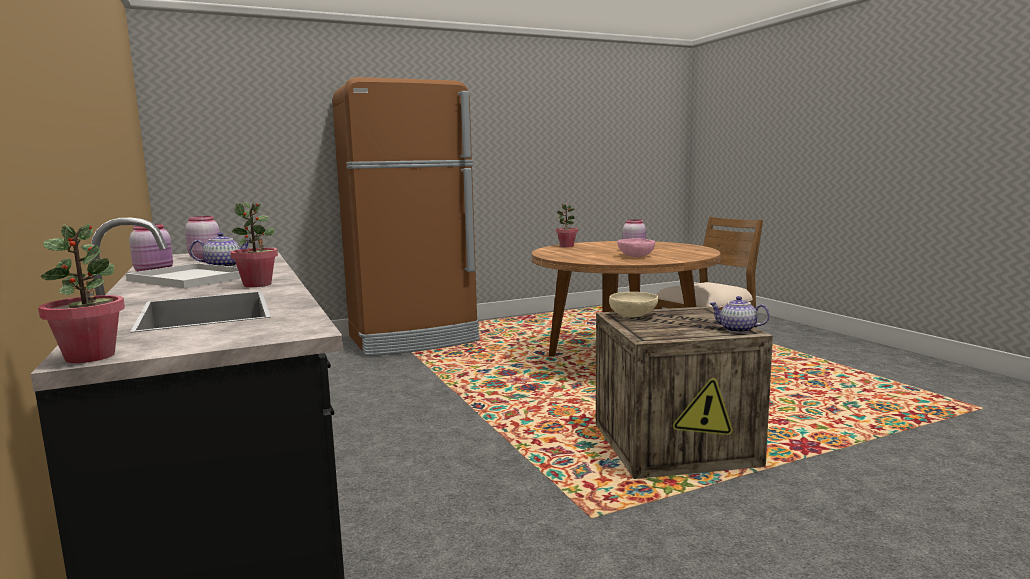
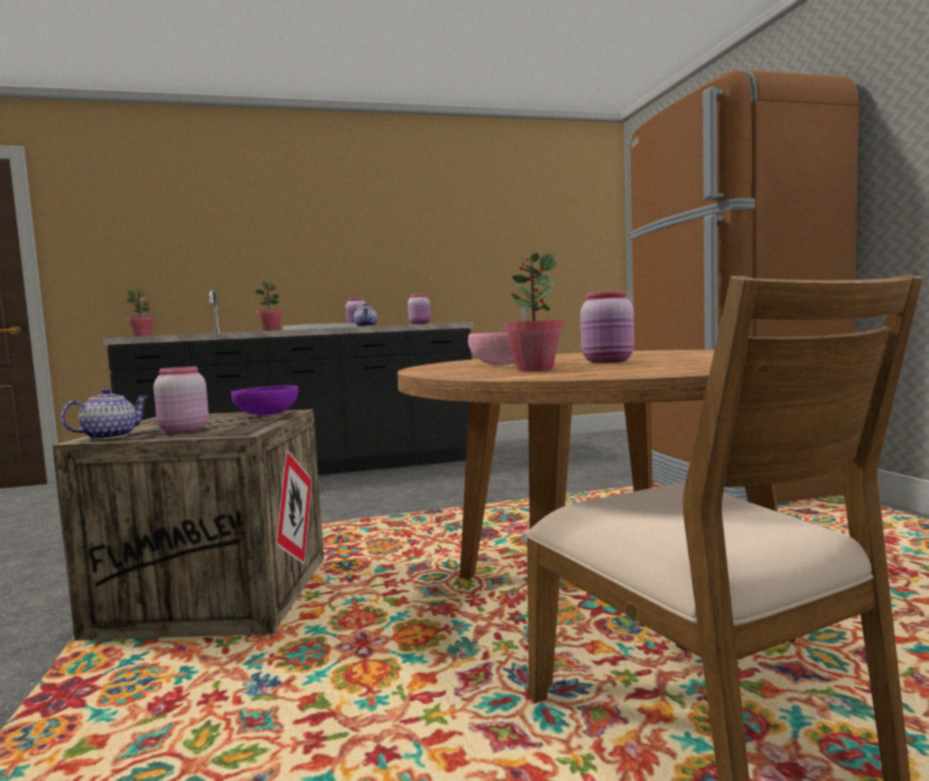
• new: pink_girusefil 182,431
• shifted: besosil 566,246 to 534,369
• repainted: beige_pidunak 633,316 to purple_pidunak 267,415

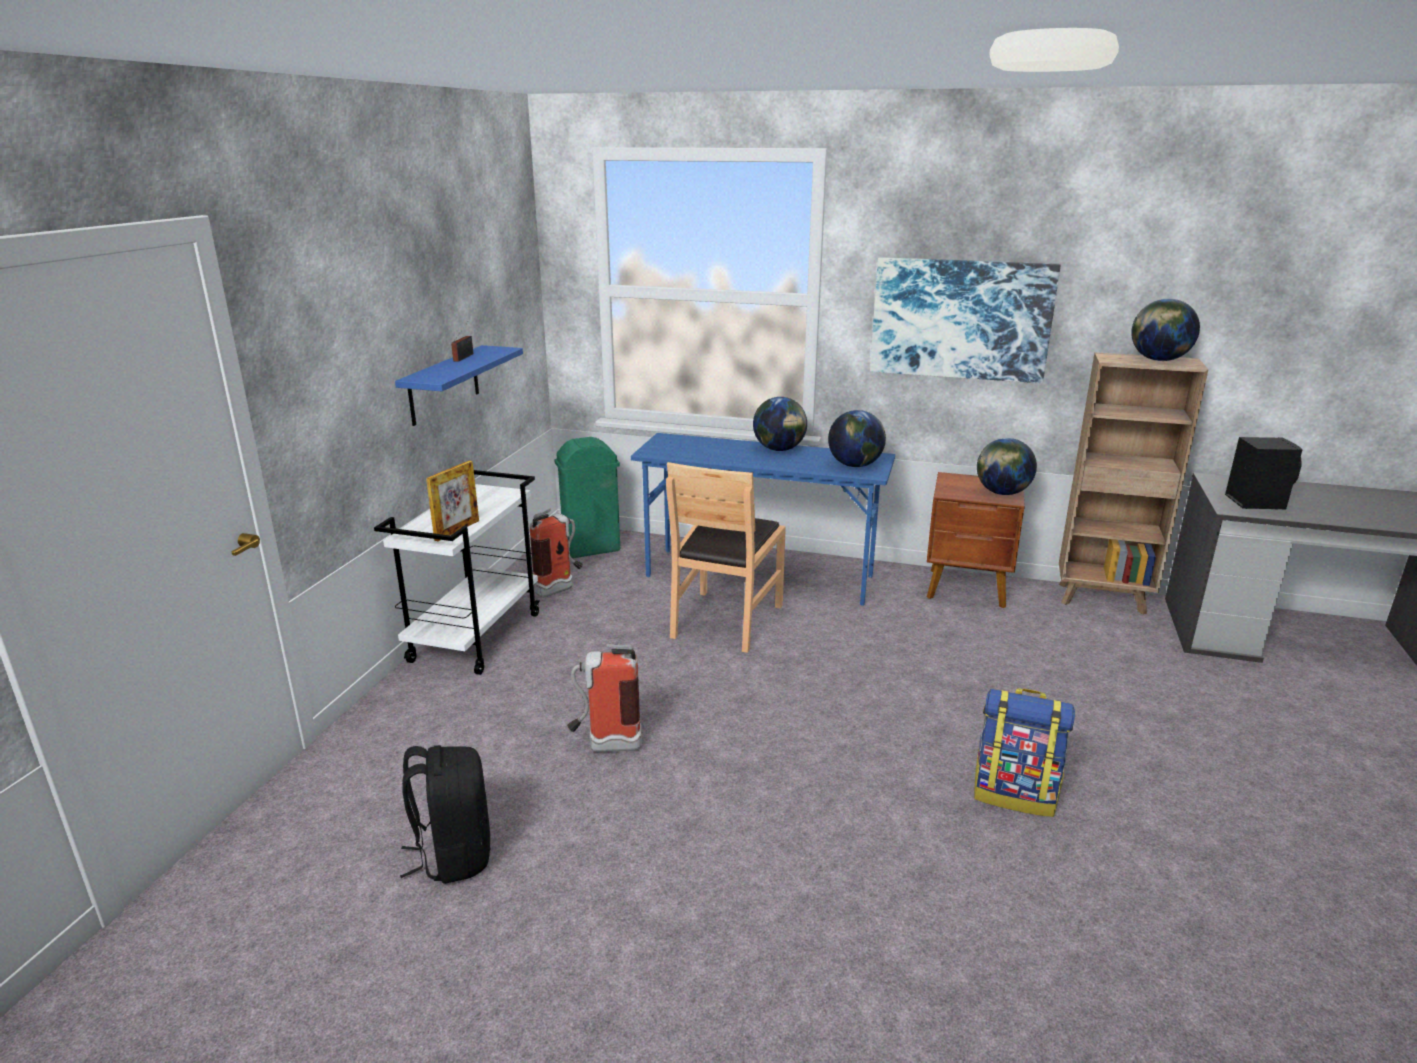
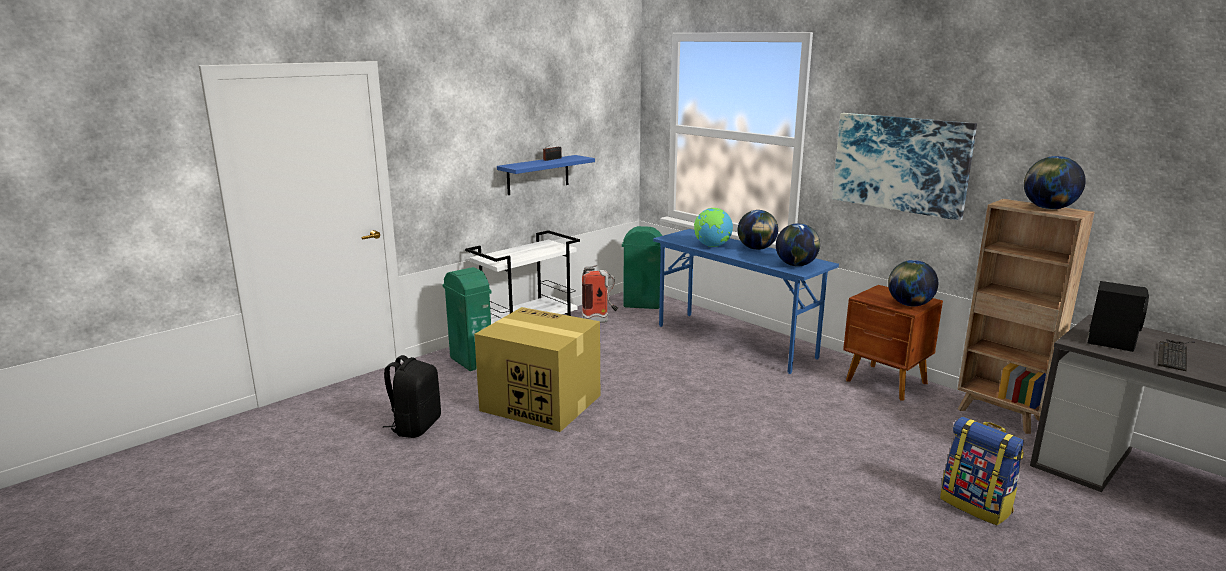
• gone: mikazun 457,530
• gone: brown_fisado 725,620
• new: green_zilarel 471,361
• new: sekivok 712,246
• new: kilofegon 1174,354
• shifted: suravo 1015,794 to 976,505
• swapped: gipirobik 605,746 to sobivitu 539,403

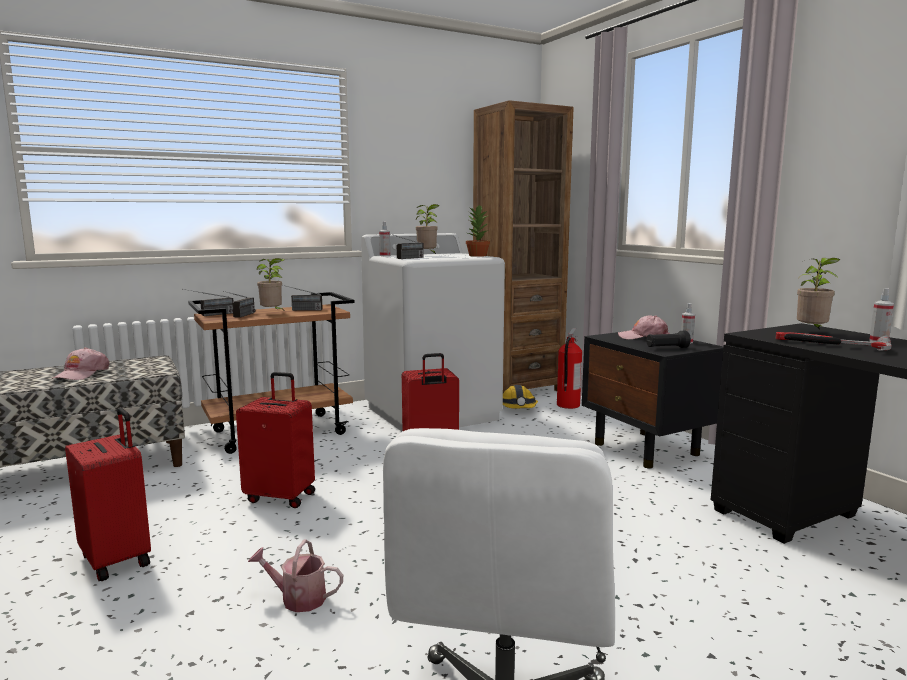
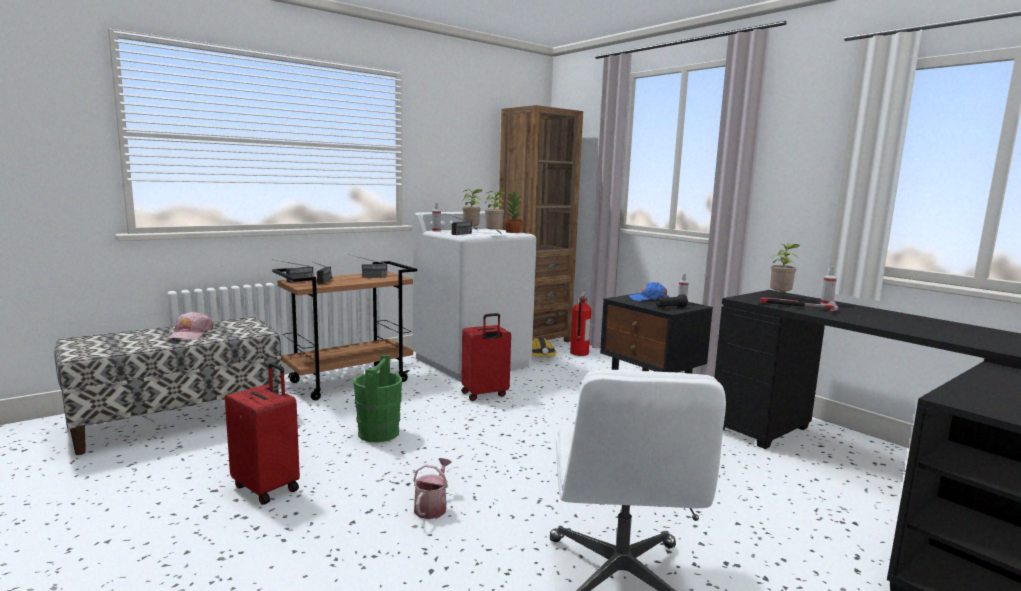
• shifted: besosil 273,313 to 494,235
• swapped: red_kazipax 281,496 to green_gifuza 379,433
• repainted: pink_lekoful 643,337 to blue_lekoful 648,299
• rotated: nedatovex 297,598 = 432,506 105 degrees clockwise

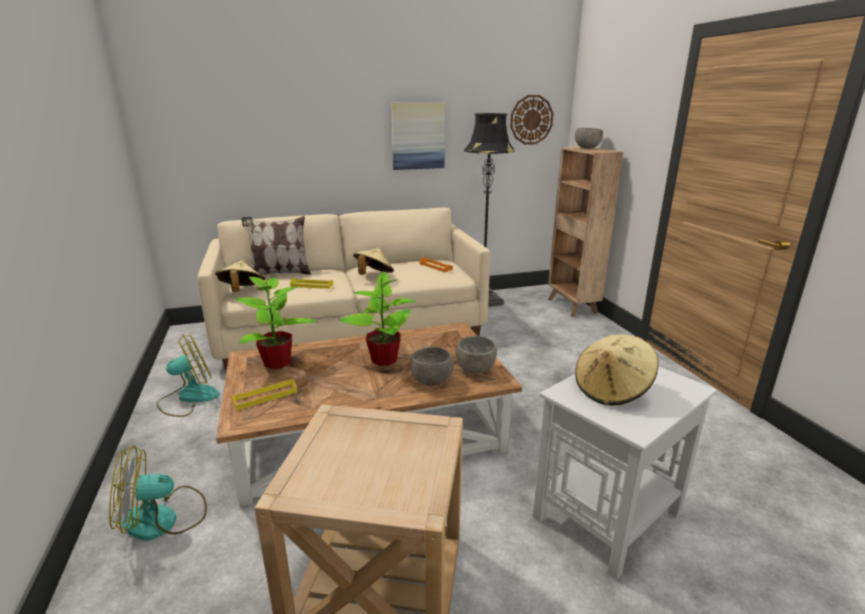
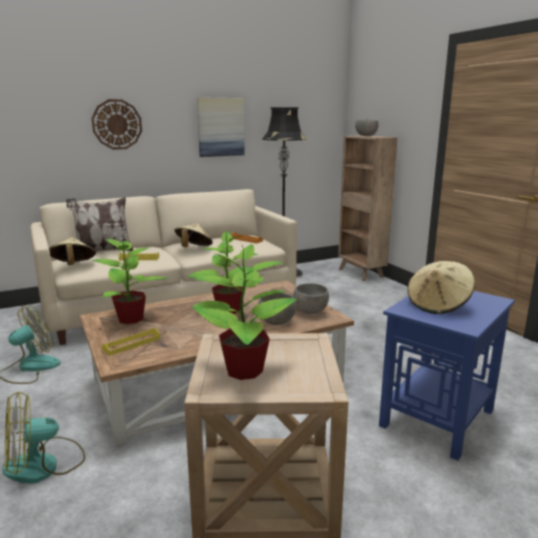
• new: besosil 243,370
• shifted: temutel 531,120 to 117,124
• repainted: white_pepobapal 606,516 to blue_pepobapal 436,418

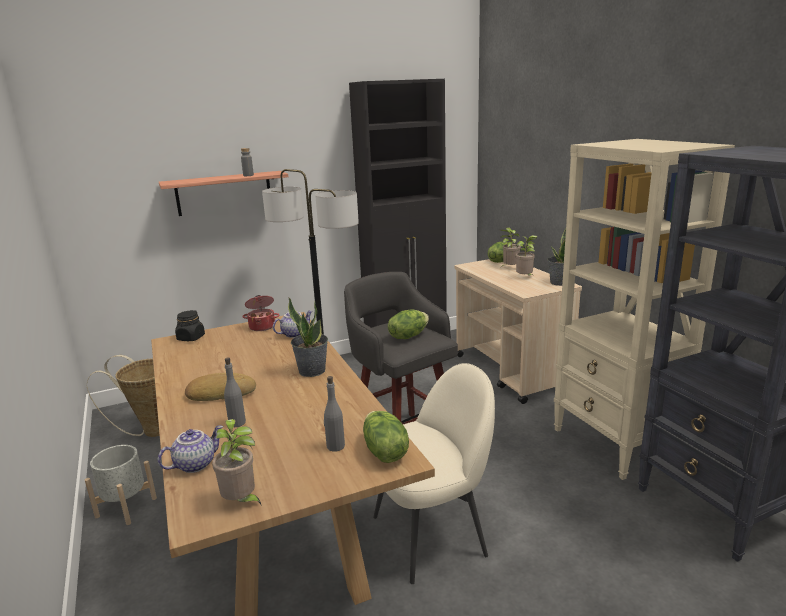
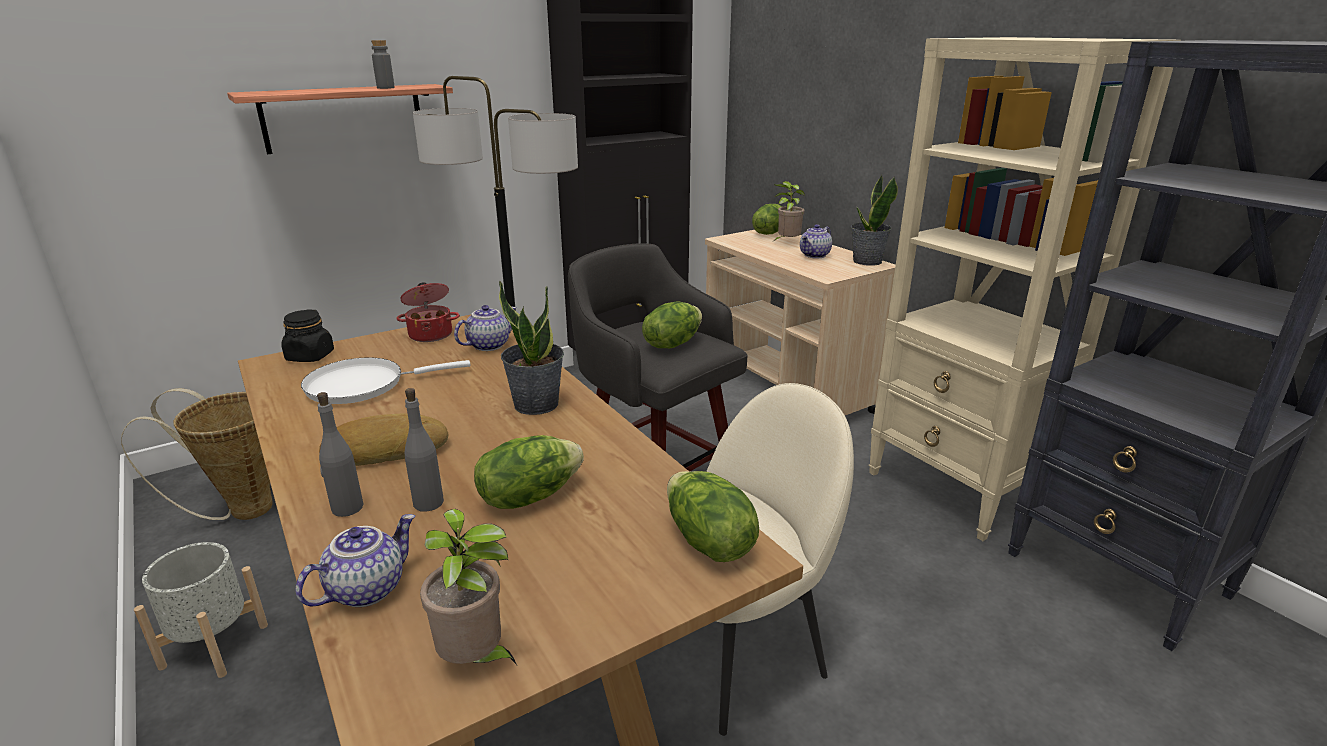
• new: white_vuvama 363,385
• new: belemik 529,496
• shifted: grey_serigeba 335,446 to 347,508
• swapped: besosil 525,278 to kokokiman 815,255

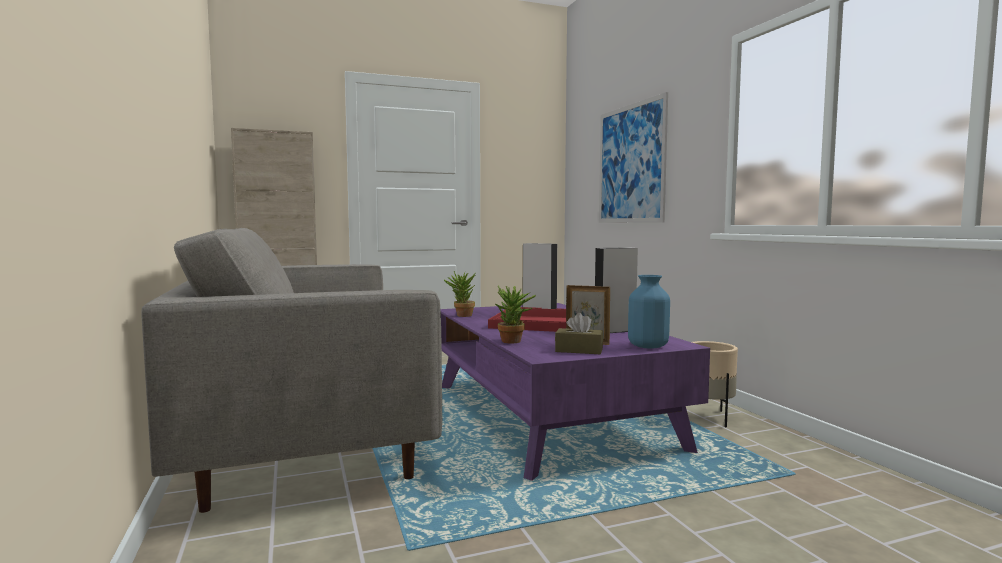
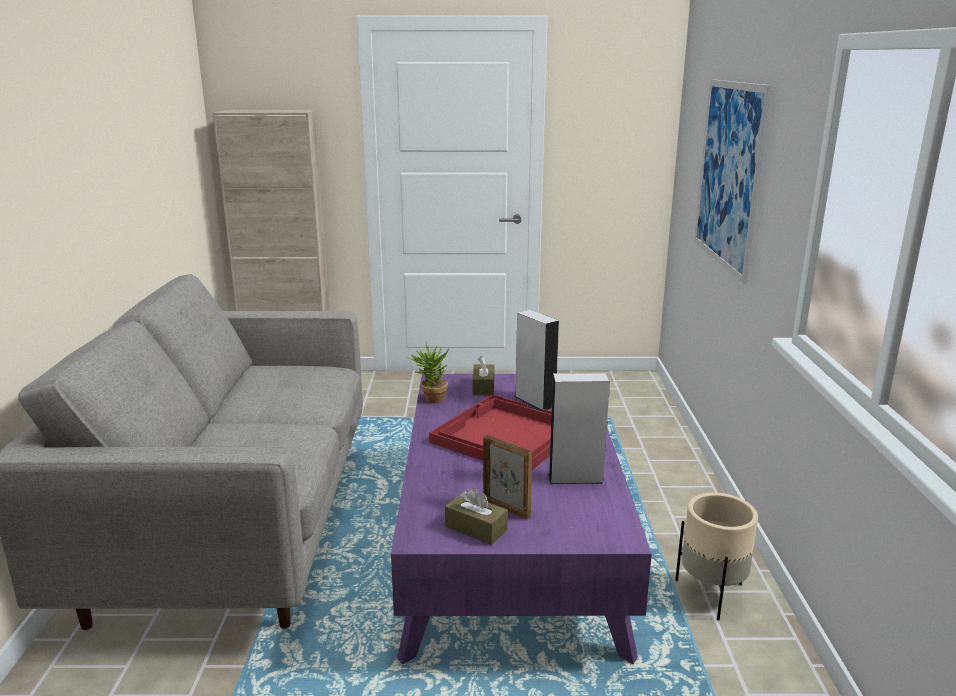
• gone: besosil 514,342
• gone: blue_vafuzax 647,346
• new: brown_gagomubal 483,387

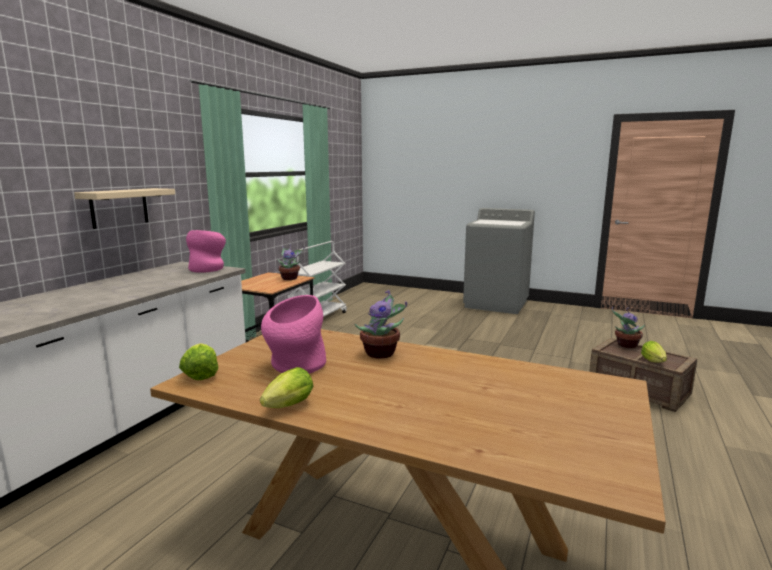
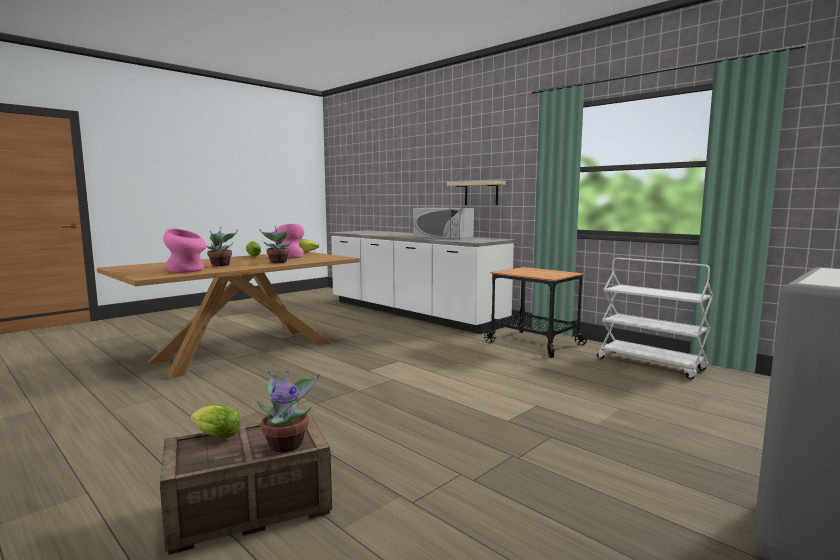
• new: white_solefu 443,237
• shifted: pink_vafuzax 207,269 to 187,271
• shifted: besosil 290,278 to 221,265

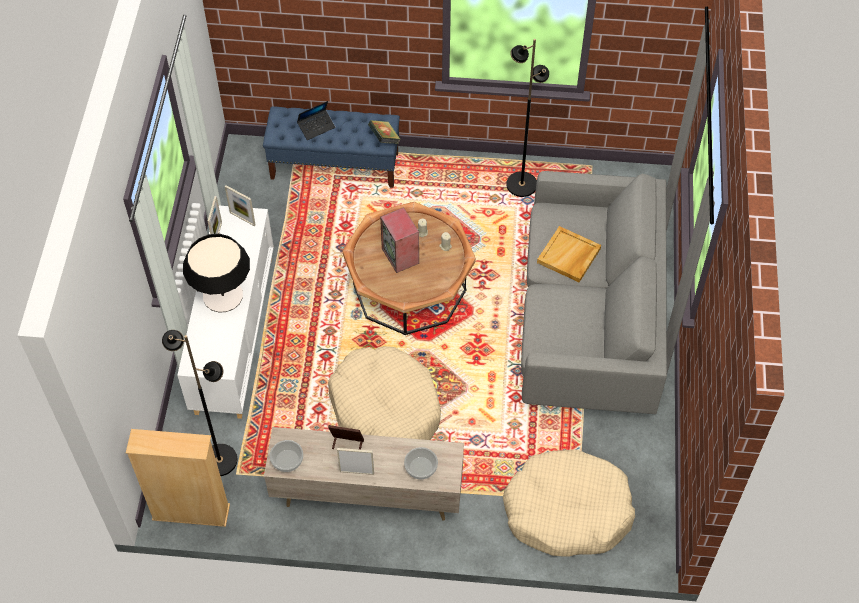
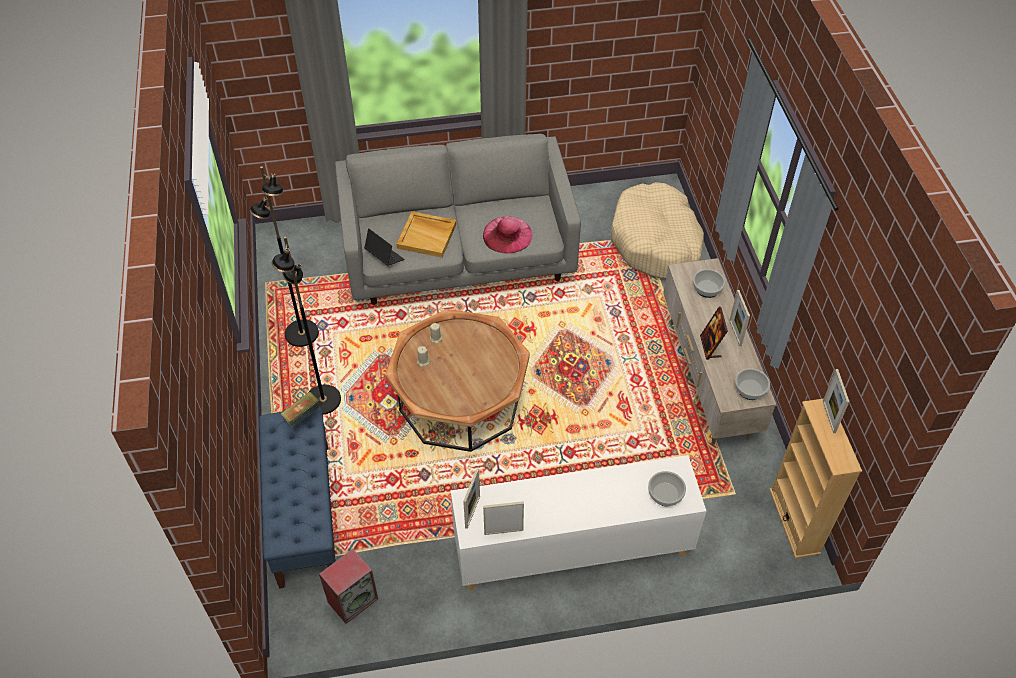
• gone: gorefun 223,295
• gone: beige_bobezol 386,409
• new: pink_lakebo 507,235
• new: pidunak 665,493
• new: mikazun 829,417
• shifted: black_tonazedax 219,459 to 322,400
• shifted: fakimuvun 316,127 to 384,256
• shifted: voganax 401,256 to 353,599

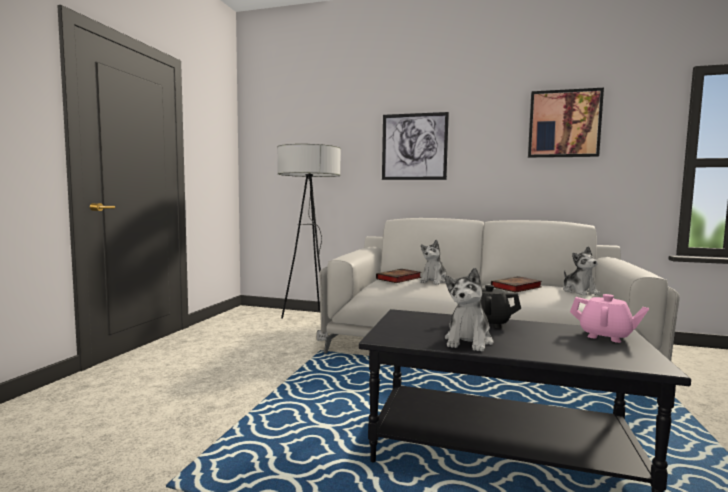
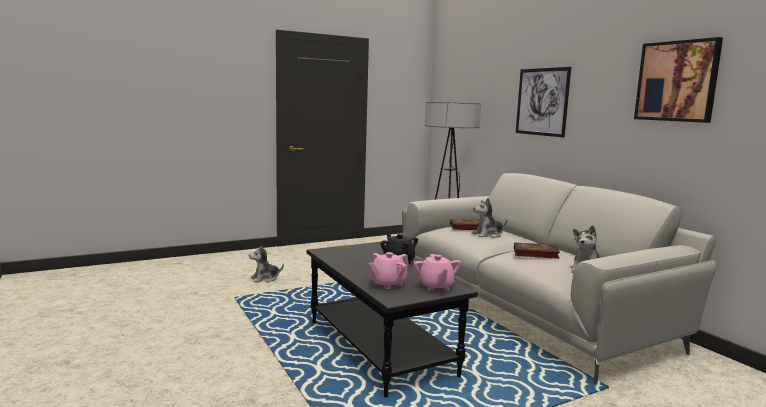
• new: pink_kokokiman 387,284
• shifted: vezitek 468,341 to 265,279

